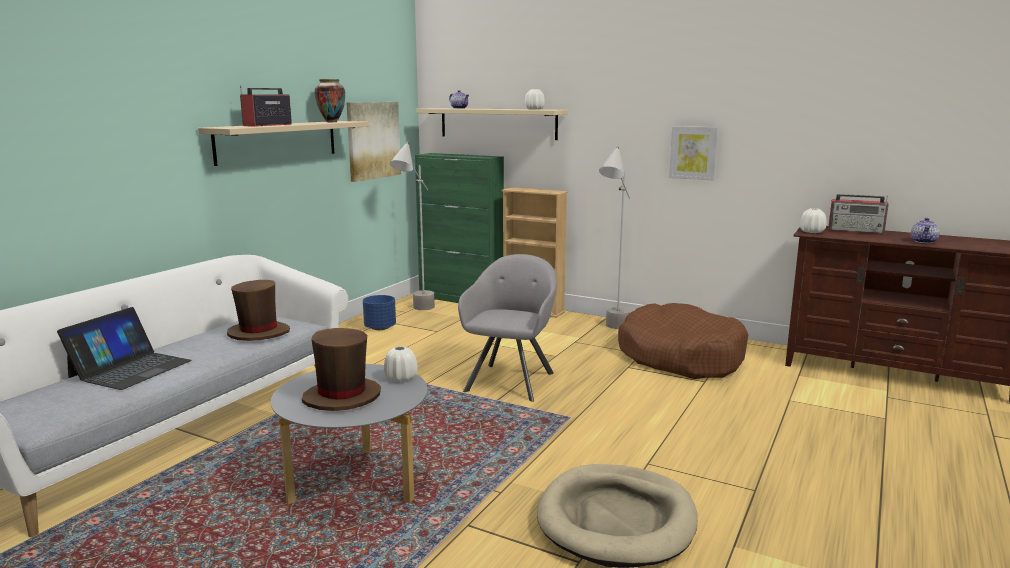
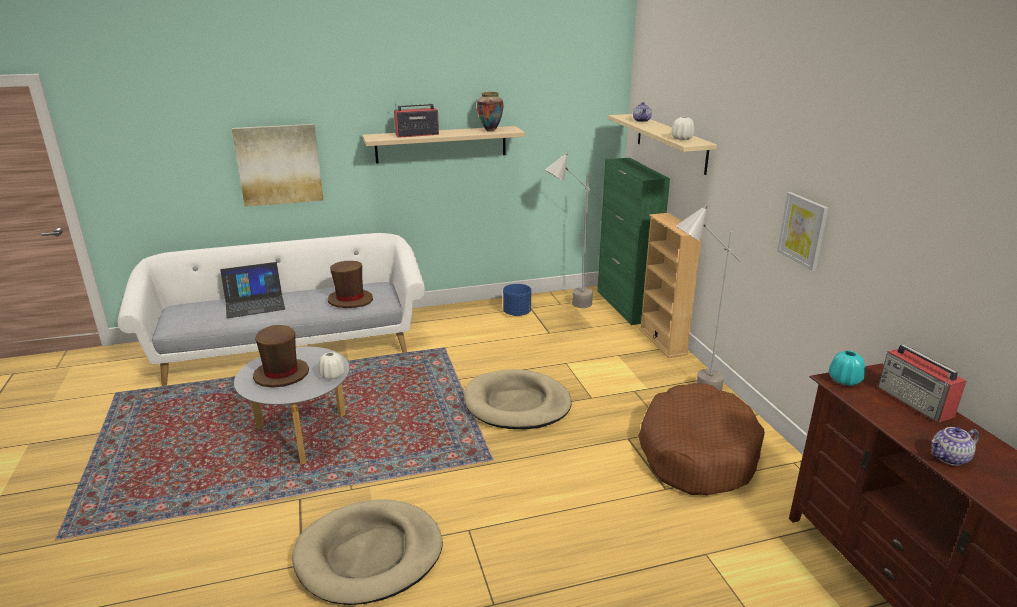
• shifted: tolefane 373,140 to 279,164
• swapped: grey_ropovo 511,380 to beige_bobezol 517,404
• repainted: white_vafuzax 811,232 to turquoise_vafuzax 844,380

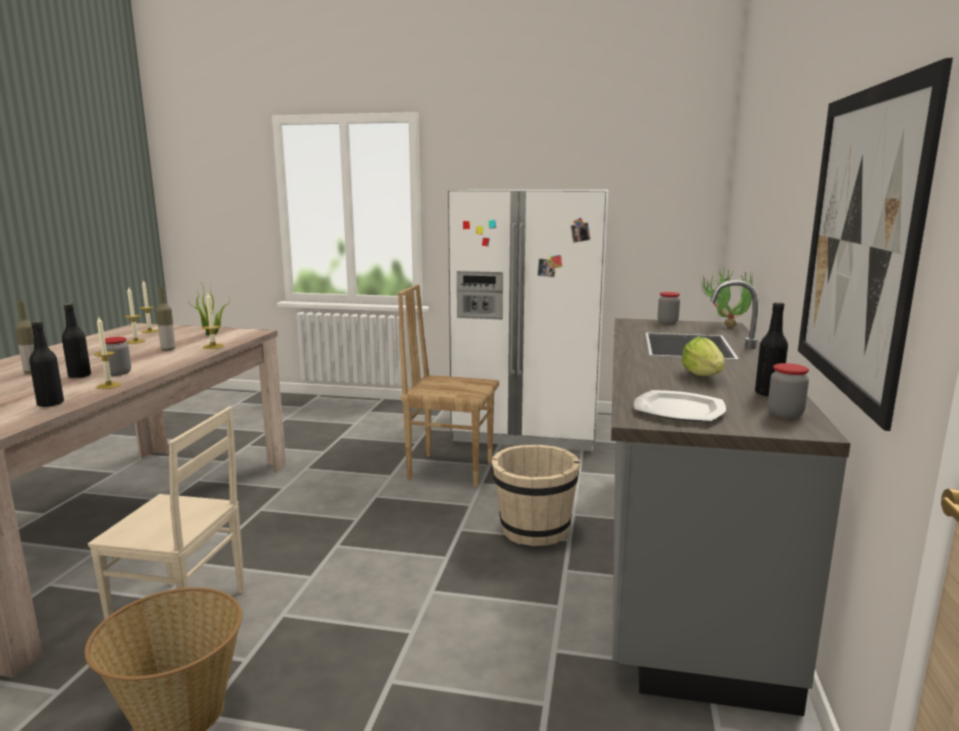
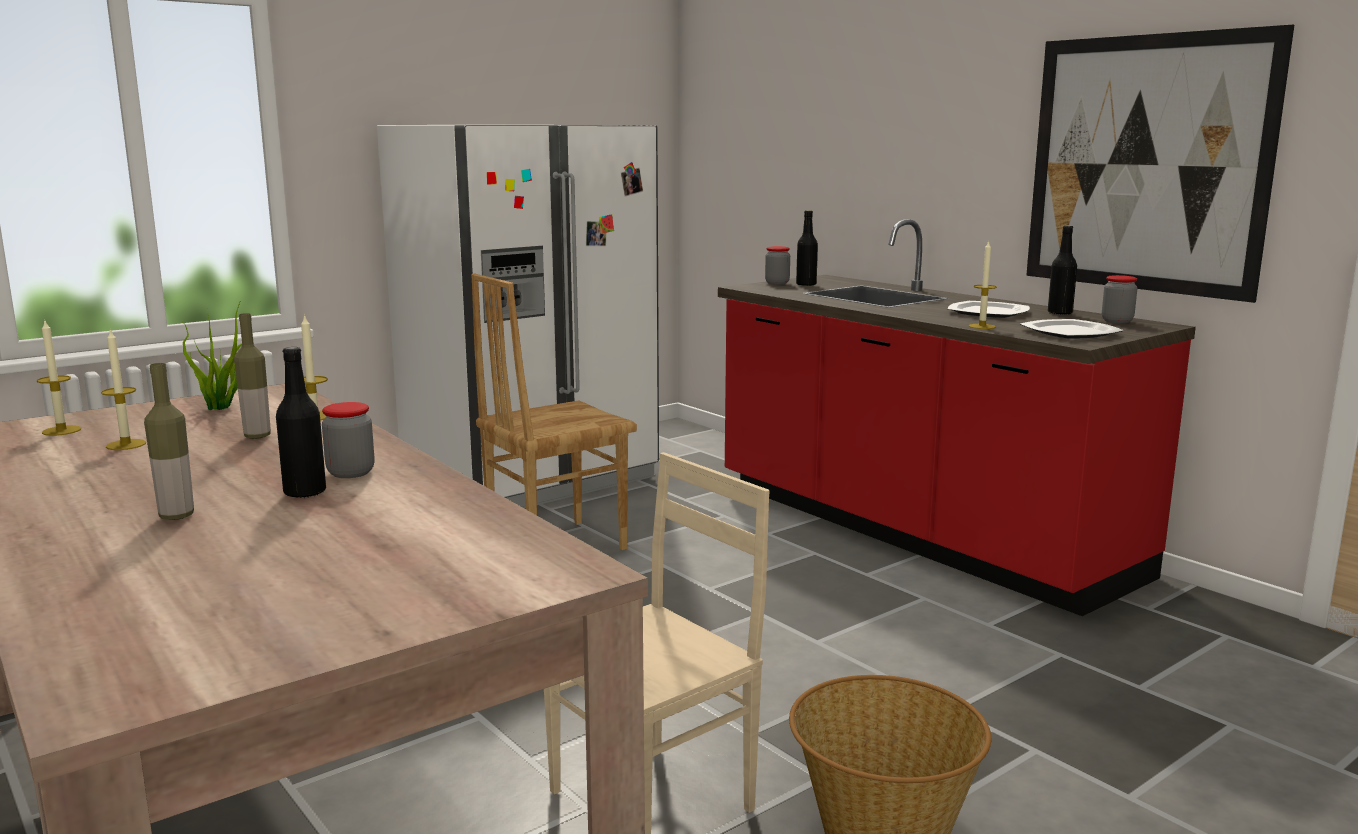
• gone: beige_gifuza 533,530
• gone: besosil 725,325
• shifted: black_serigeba 50,404 to 806,285
• shifted: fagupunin 109,386 to 982,326
• swapped: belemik 704,377 to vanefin 987,312
• repainted: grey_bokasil 677,561 to red_bokasil 916,531

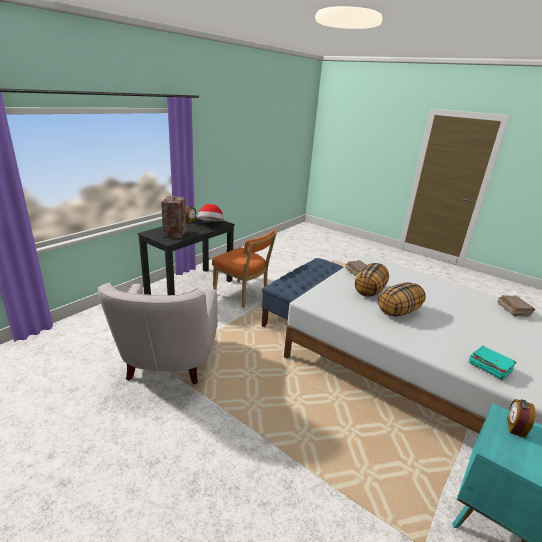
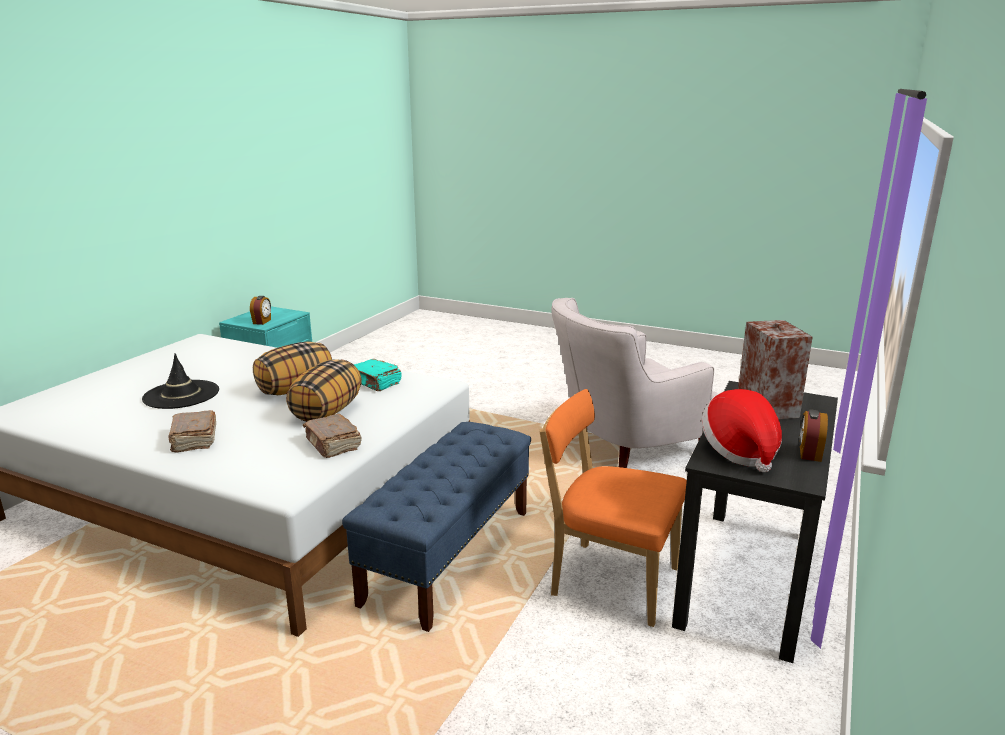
• new: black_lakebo 181,395
• shifted: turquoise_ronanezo 488,367 to 376,383
• shifted: brown_ronanezo 513,310 to 194,440
• rotated: white_ropovo 168,363 = 625,444 105 degrees counterclockwise

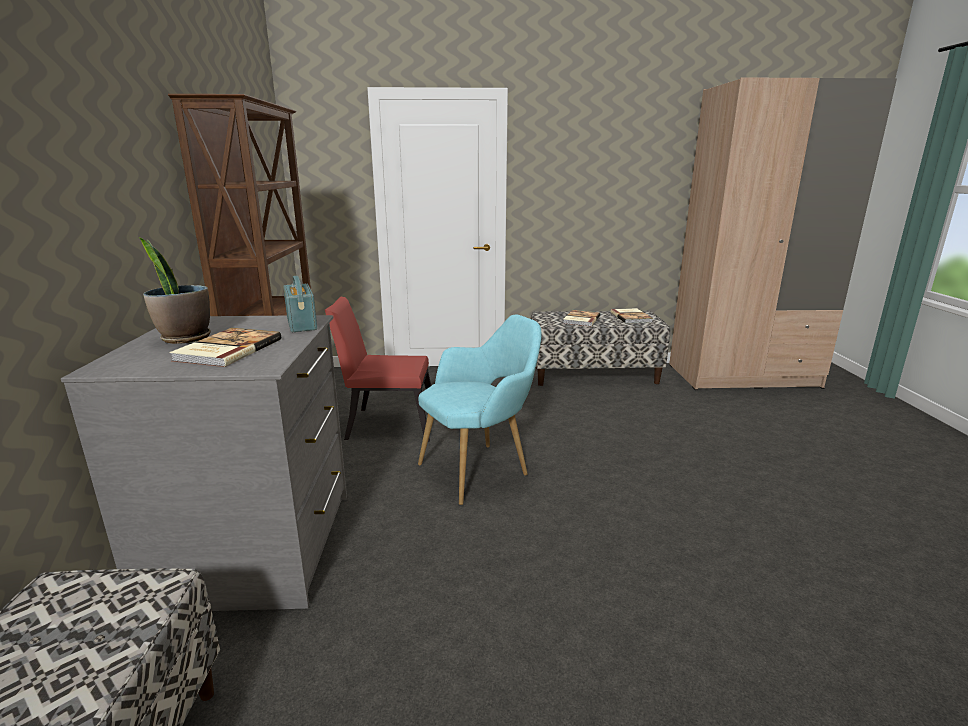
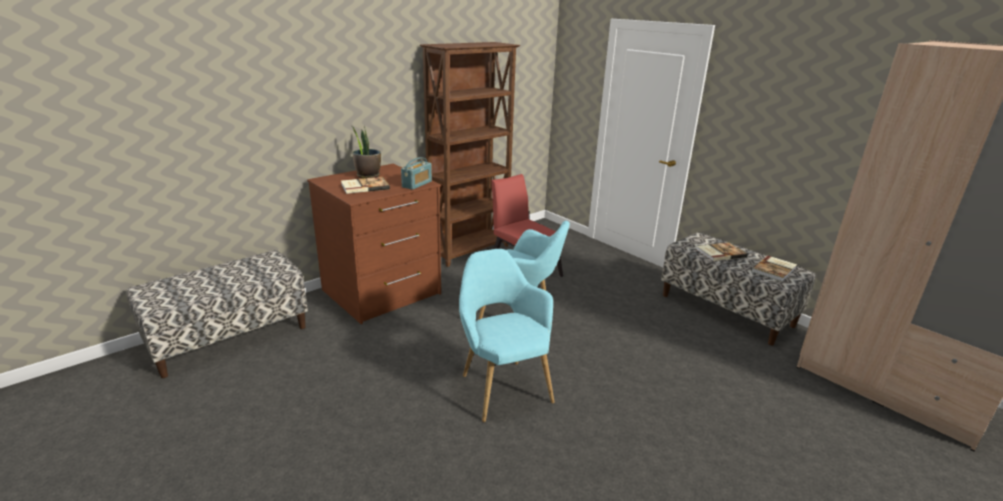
• new: turquoise_ropovo 502,385
• repainted: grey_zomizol 257,547 to brown_zomizol 382,292

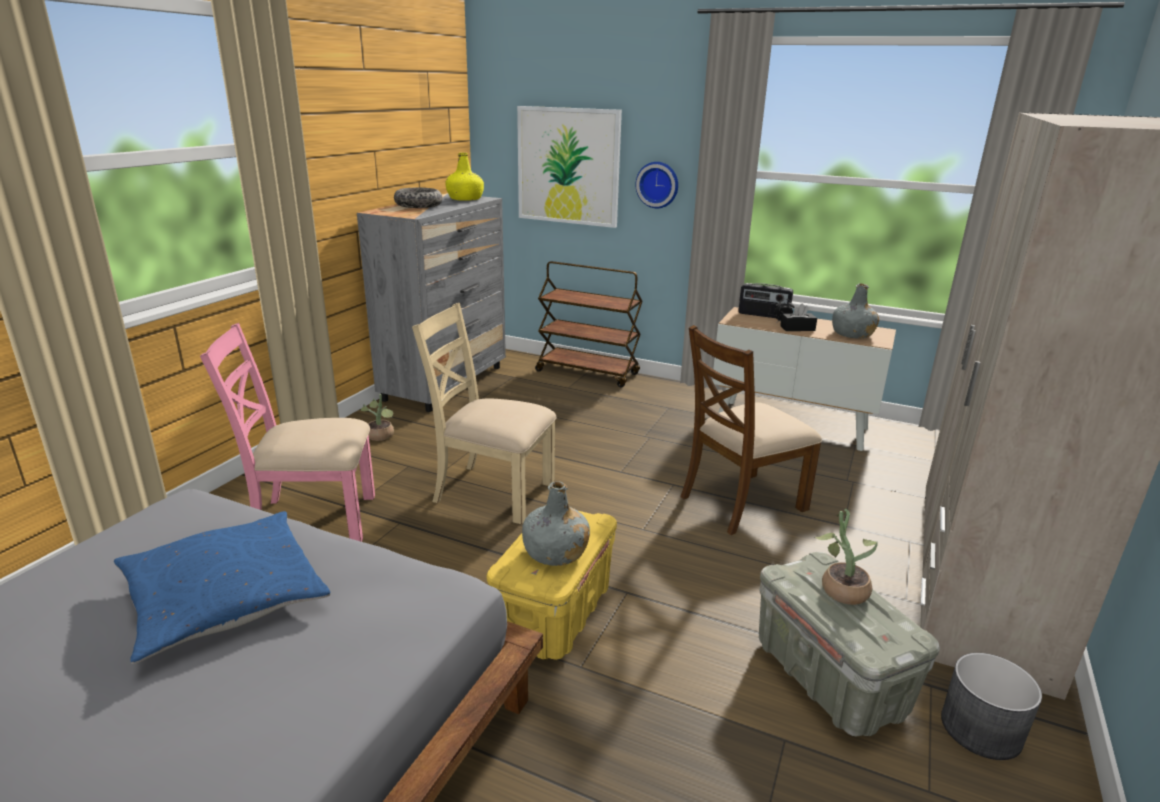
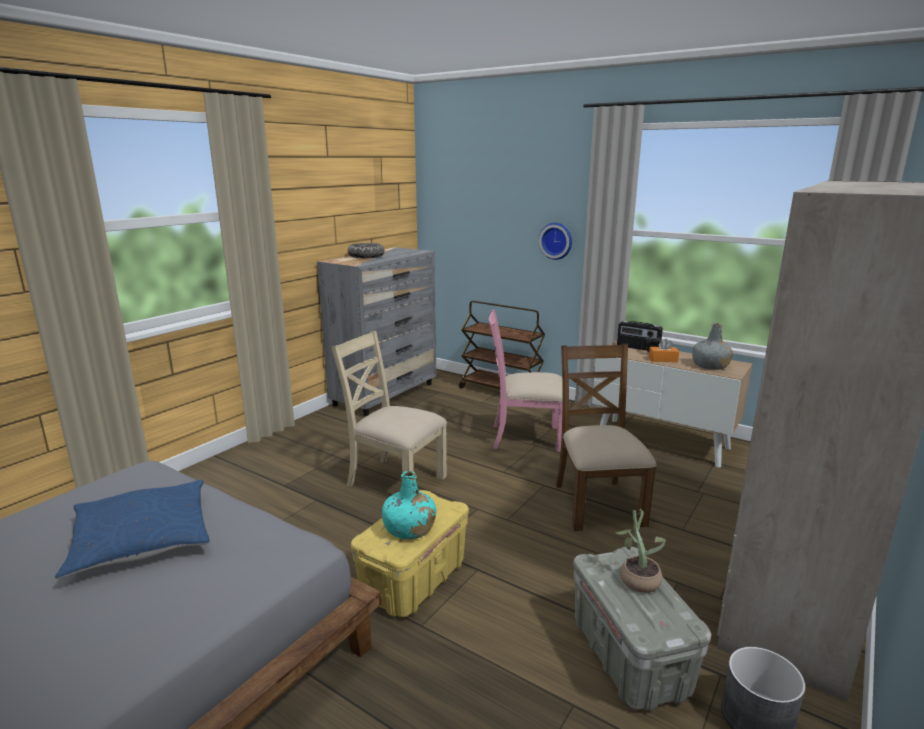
• gone: besosil 381,437
• gone: yellow_serigeba 465,199
• gone: tolefane 568,166
• shifted: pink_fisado 313,519 to 525,437
• repainted: grey_serigeba 555,552 to turquoise_serigeba 409,529
• repainted: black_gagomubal 797,328 to orange_gagomubal 663,359
• rotated: brown_fisado 741,502 = 597,503 105 degrees clockwise

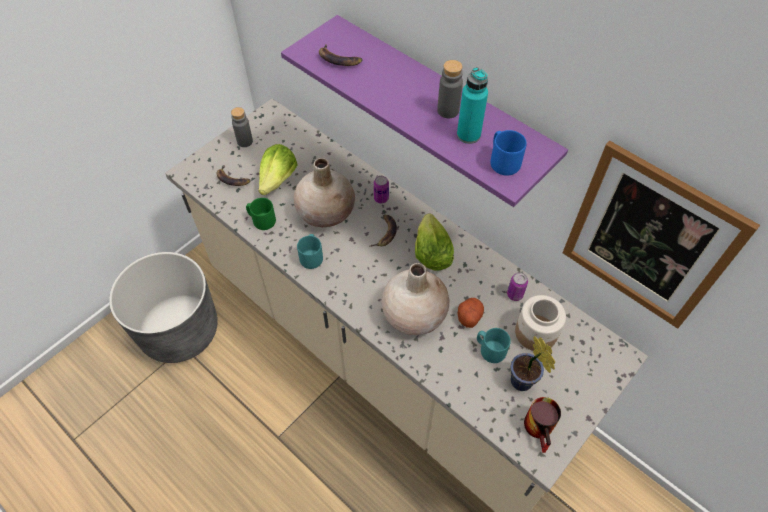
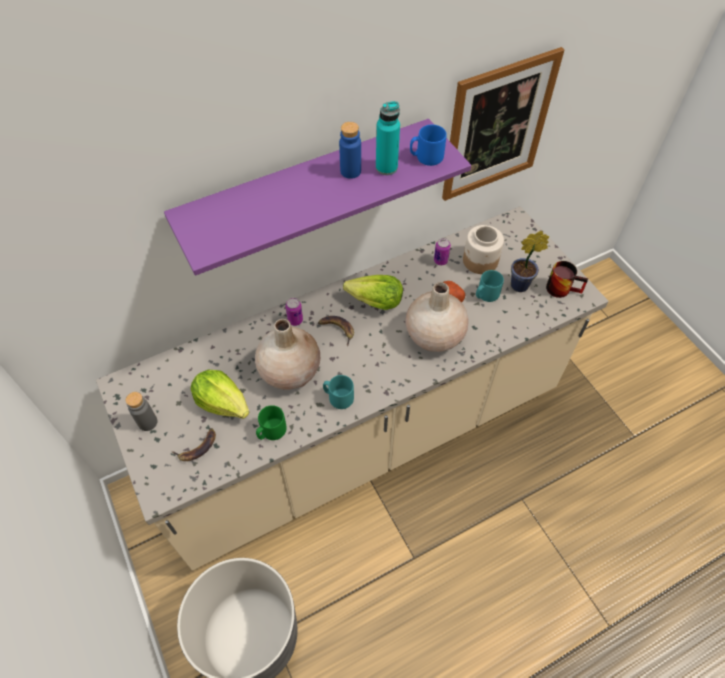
• gone: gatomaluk 339,59
• repainted: grey_serigeba 448,111 to blue_serigeba 350,171

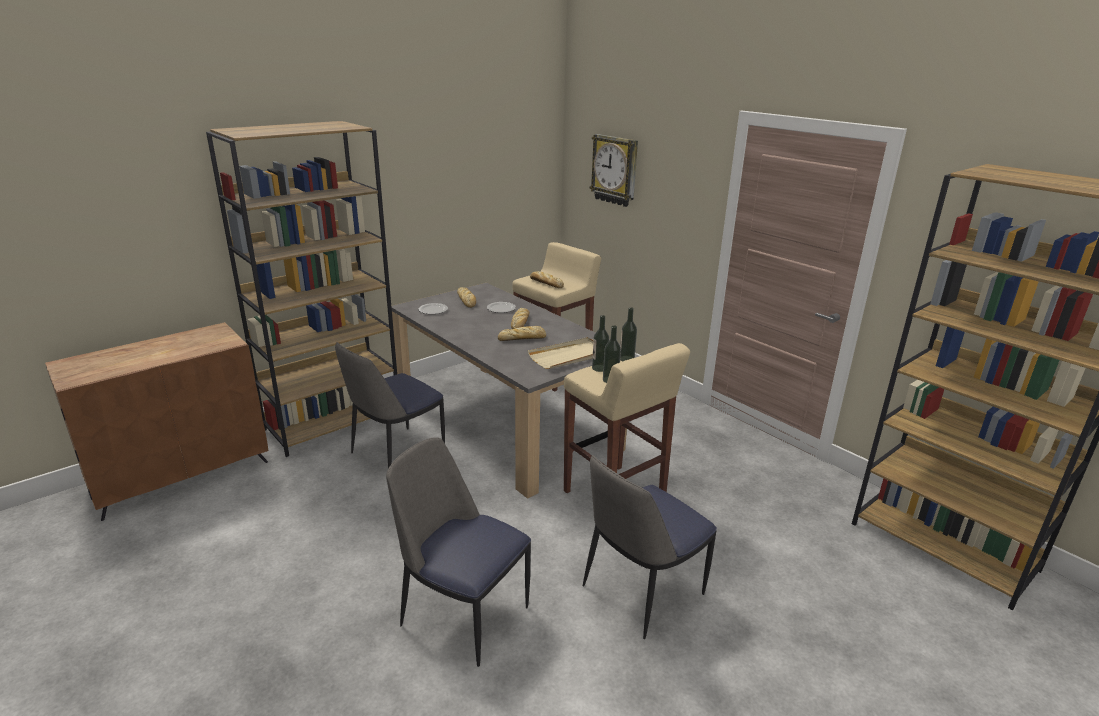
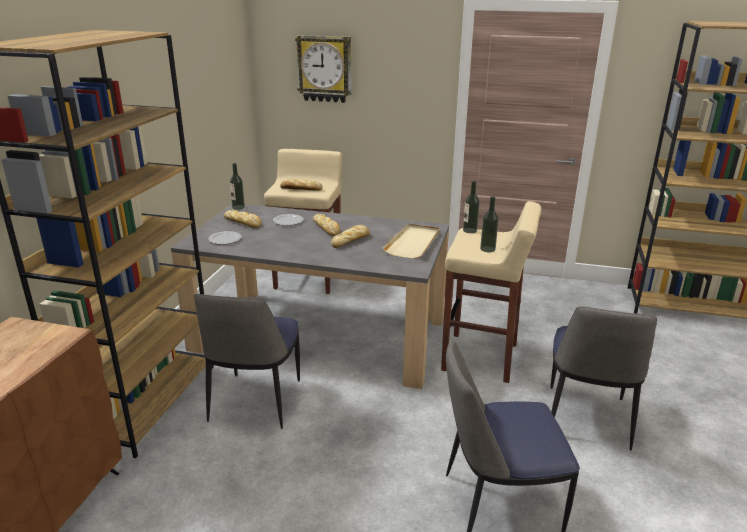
• shifted: serigeba 599,368 to 238,207

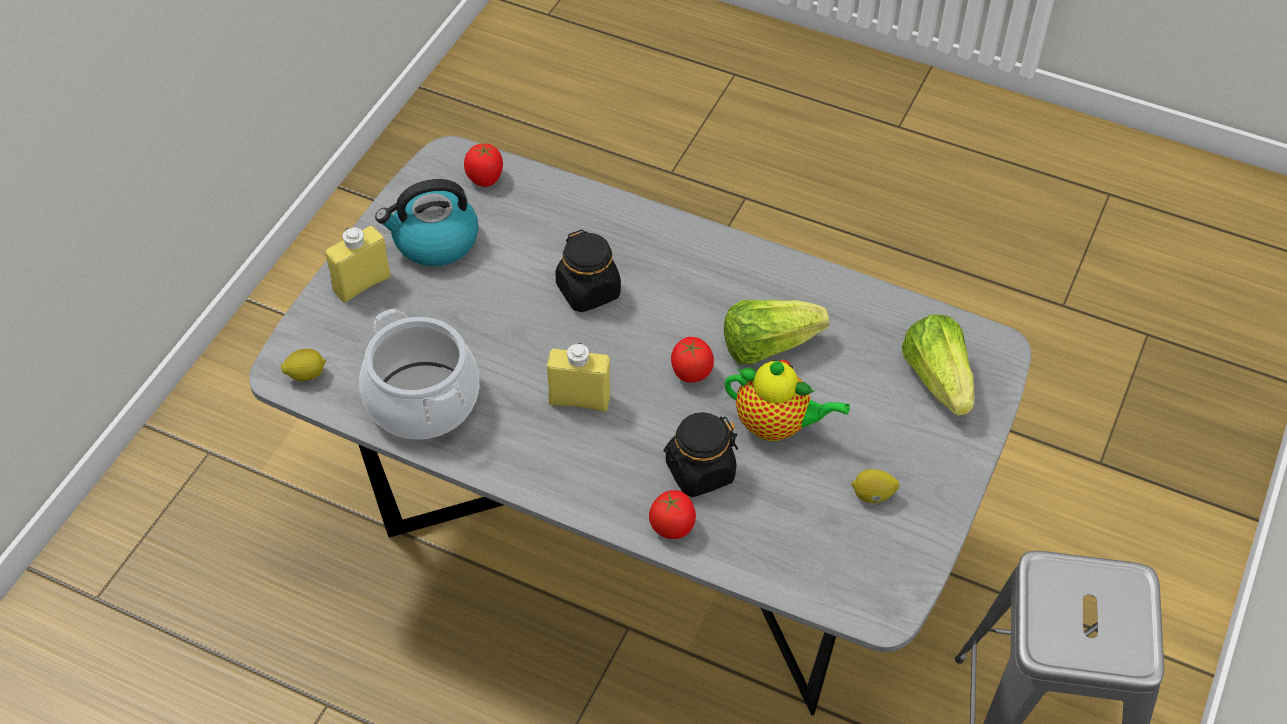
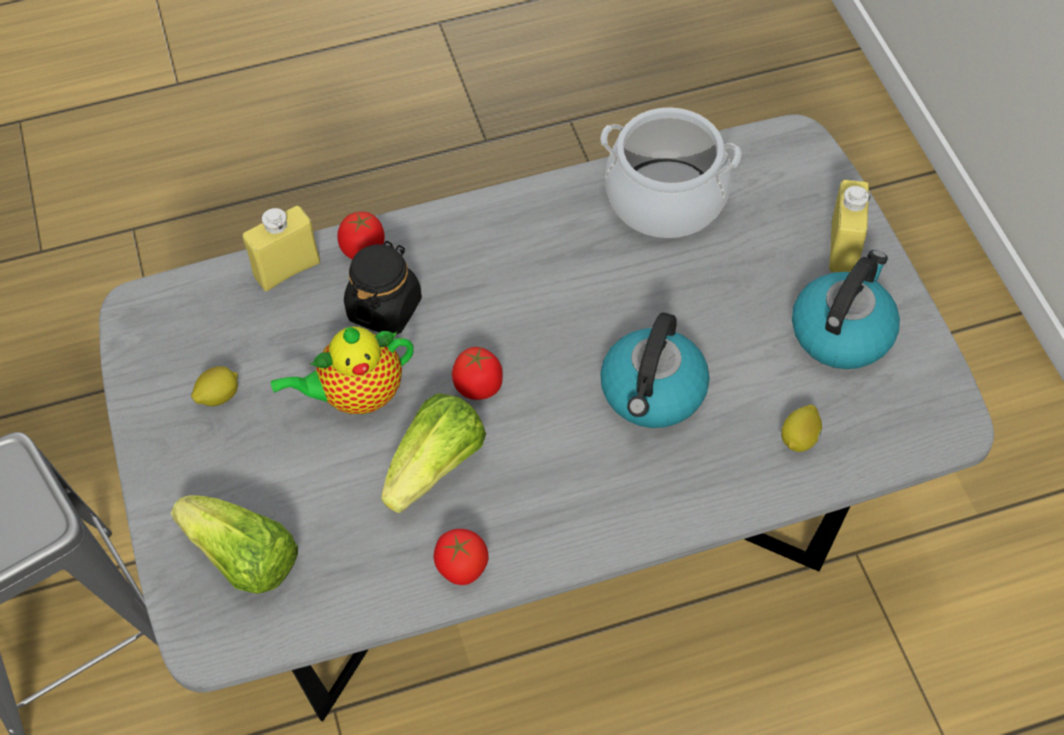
• shifted: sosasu 306,374 to 800,439
• shifted: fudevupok 485,179 to 461,568
• shifted: yellow_serigeba 579,400 to 287,270
• swapped: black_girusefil 588,291 to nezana 653,393

